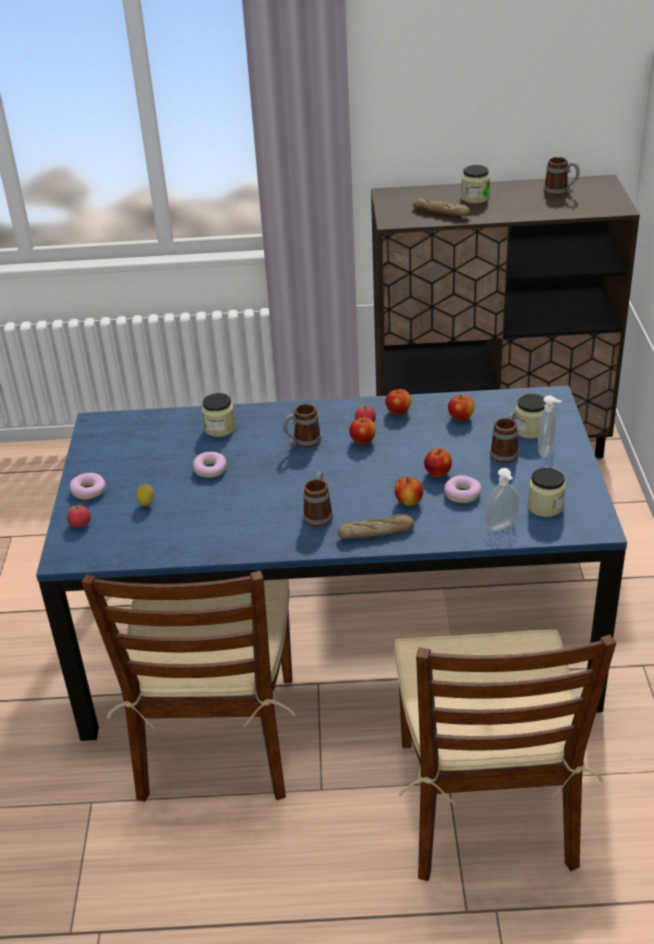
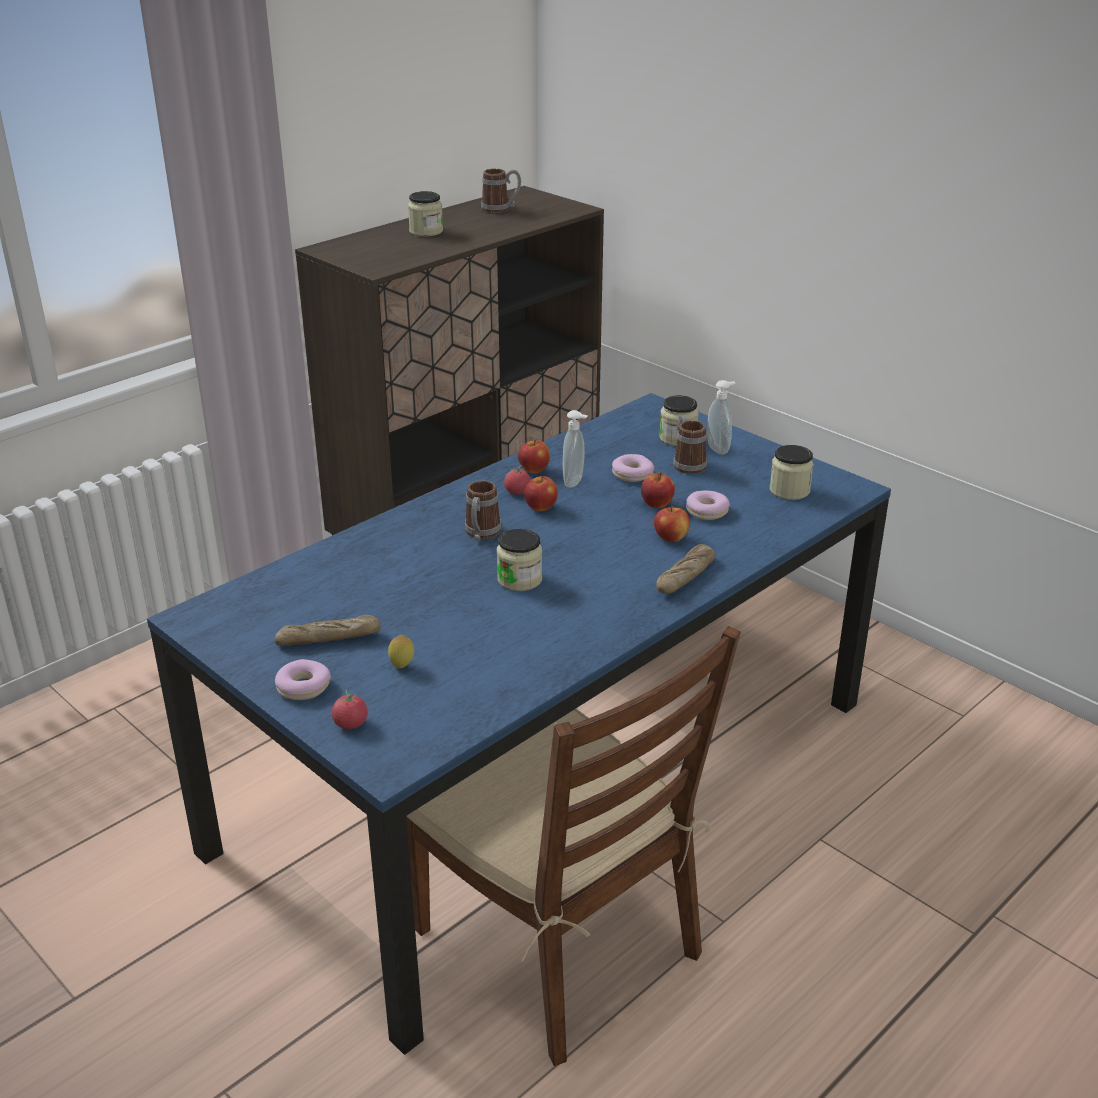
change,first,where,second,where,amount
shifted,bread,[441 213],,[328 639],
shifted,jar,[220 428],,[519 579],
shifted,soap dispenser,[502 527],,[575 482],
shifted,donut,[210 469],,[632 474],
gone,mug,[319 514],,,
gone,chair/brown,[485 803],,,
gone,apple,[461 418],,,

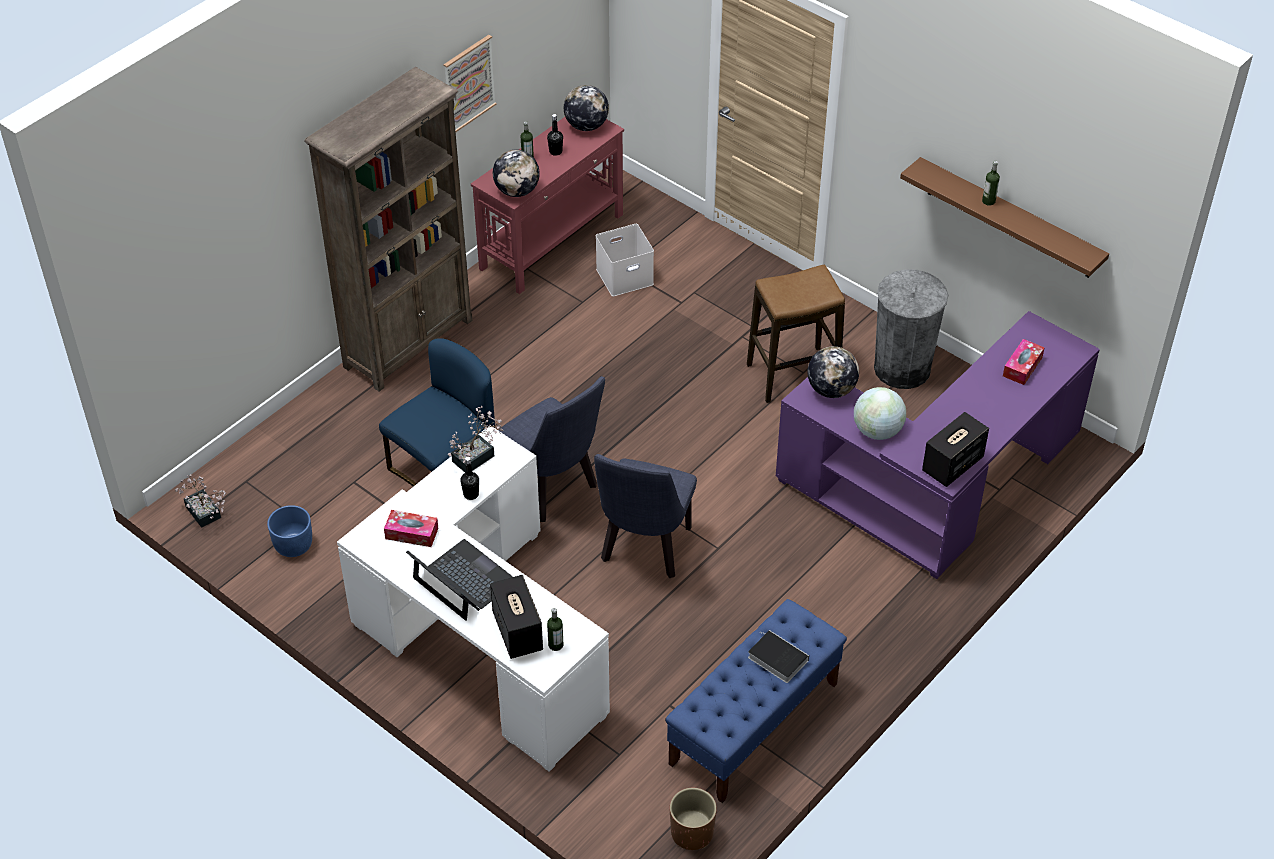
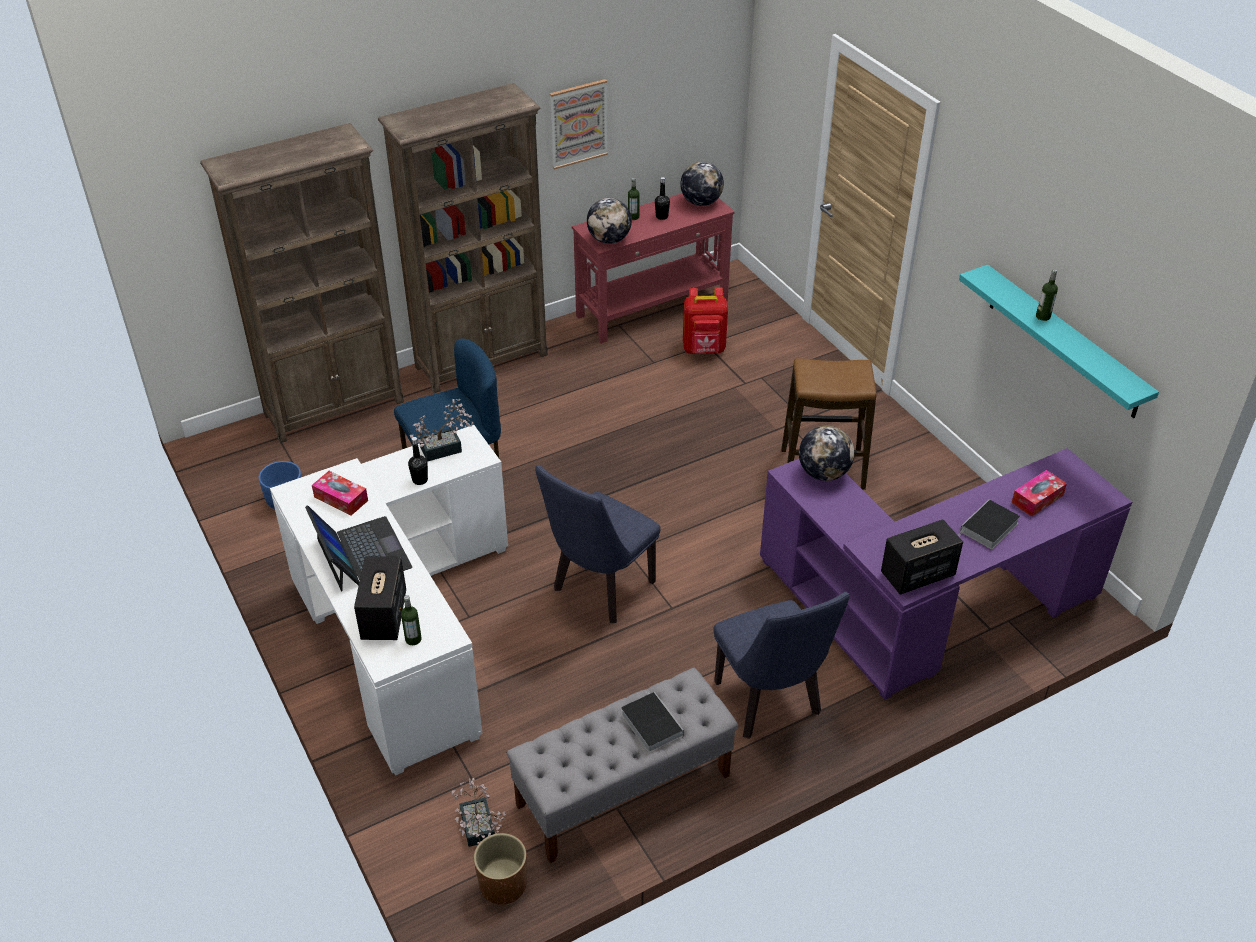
change,first,where,second,where,amount
new,,,bookcase/brown,[335 408],
shifted,potted plant,[205 515],,[478 831],
repainted,bench/blue,[753 724],bench/grey,[623 791],
swapped,storage box/white,[625 275],backpack/red,[704 349],
shifted,chair/blue,[554 490],,[771 704],
new,,,book,[988 528],
repainted,shelf/brown,[1009 219],shelf/turquoise,[1063 342],
gone,globe,[877 431],,,
gone,trash can/grey,[902 368],,,

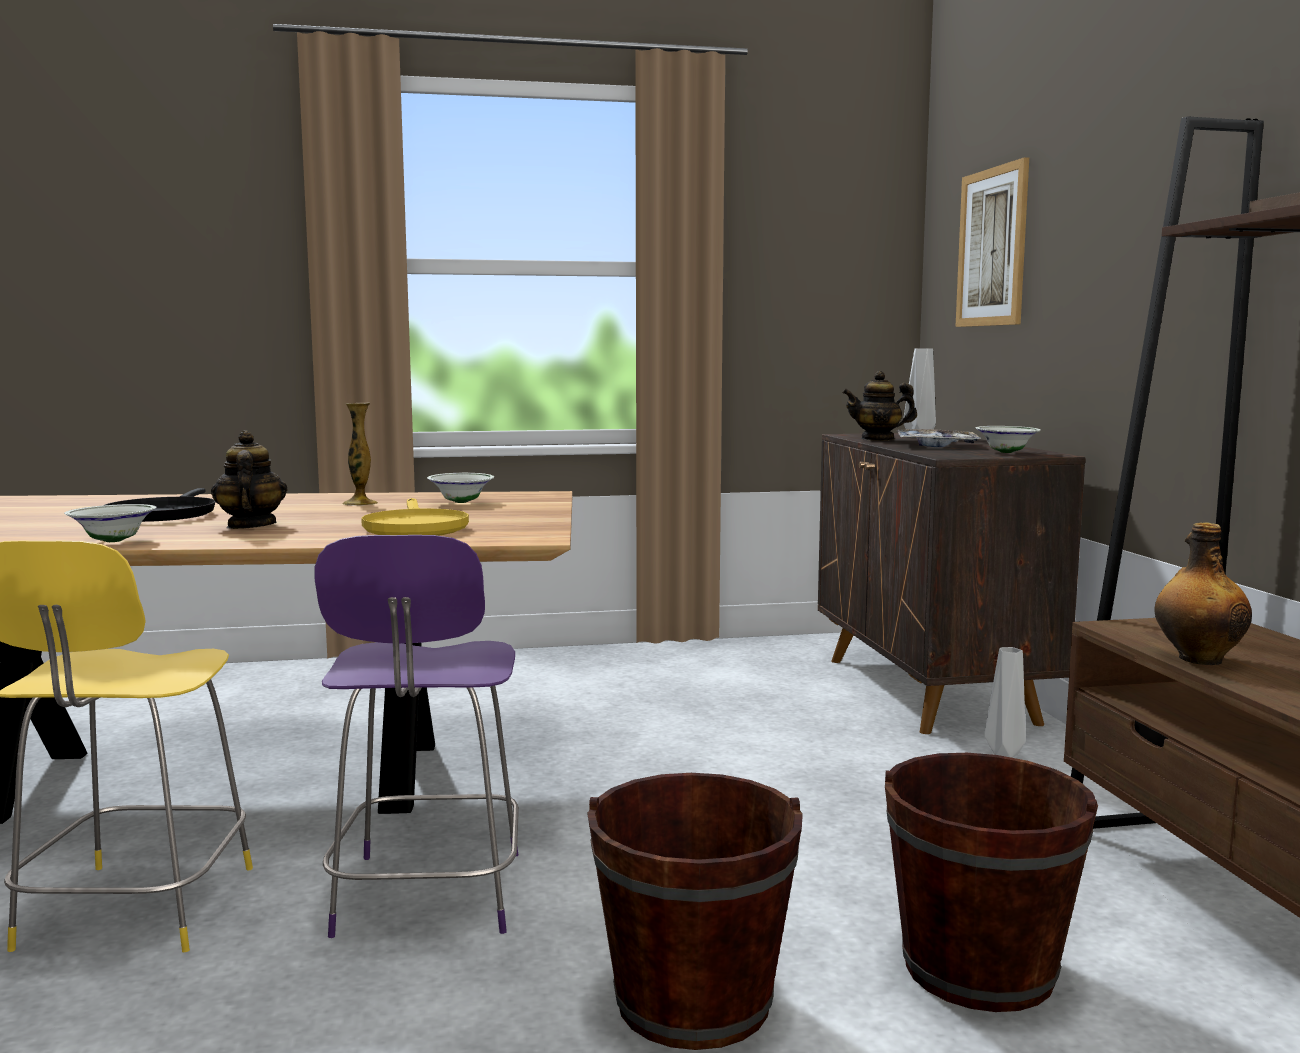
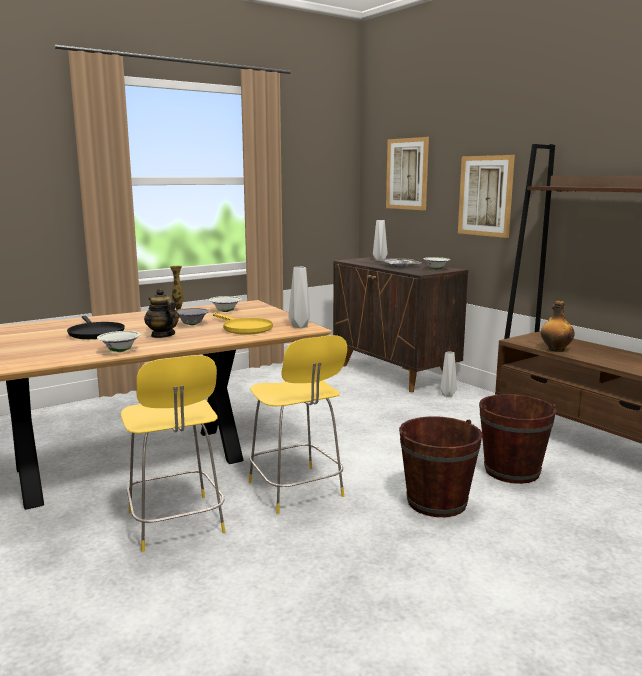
change,first,where,second,where,amount
new,,,bowl/grey,[192 324],
repainted,chair/purple,[428 897],chair/yellow,[297 491],
new,,,vase/grey,[299 326],
new,,,picture,[485 196],
gone,teapot,[878 439],,,

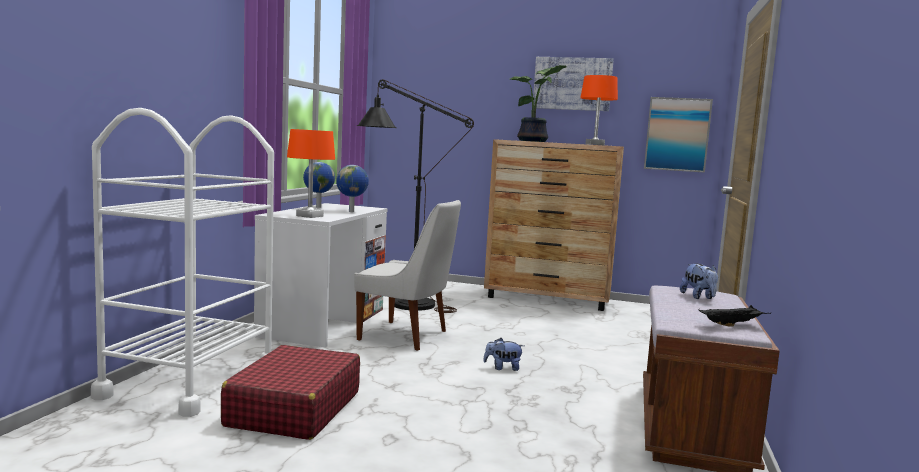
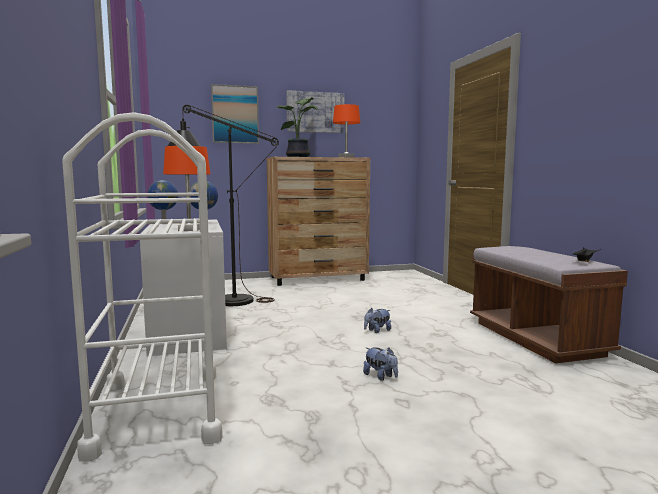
change,first,where,second,where,amount
shifted,picture,[677 134],,[235 114],
shifted,plush toy,[699 297],,[380 376],
gone,suitcase/red,[294 409],,,
gone,chair/white,[406 336],,,

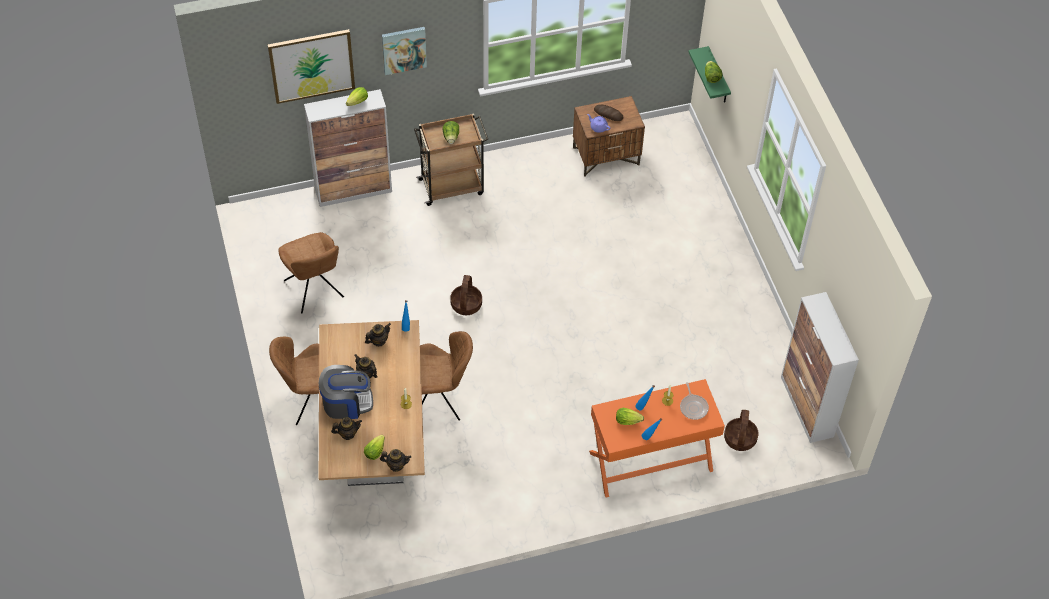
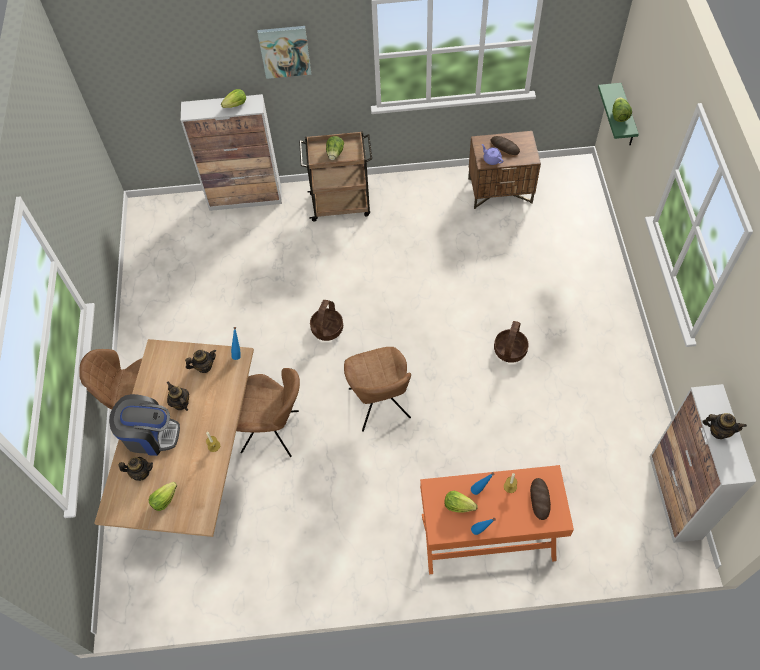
change,first,where,second,where,amount
shifted,chair/brown,[314 290],,[380 405],
shifted,basket,[739 438],,[510 349],
swapped,frying pan,[693 407],bread,[539 499],
shifted,teapot,[396 465],,[718 431],
gone,picture,[311 65],,,

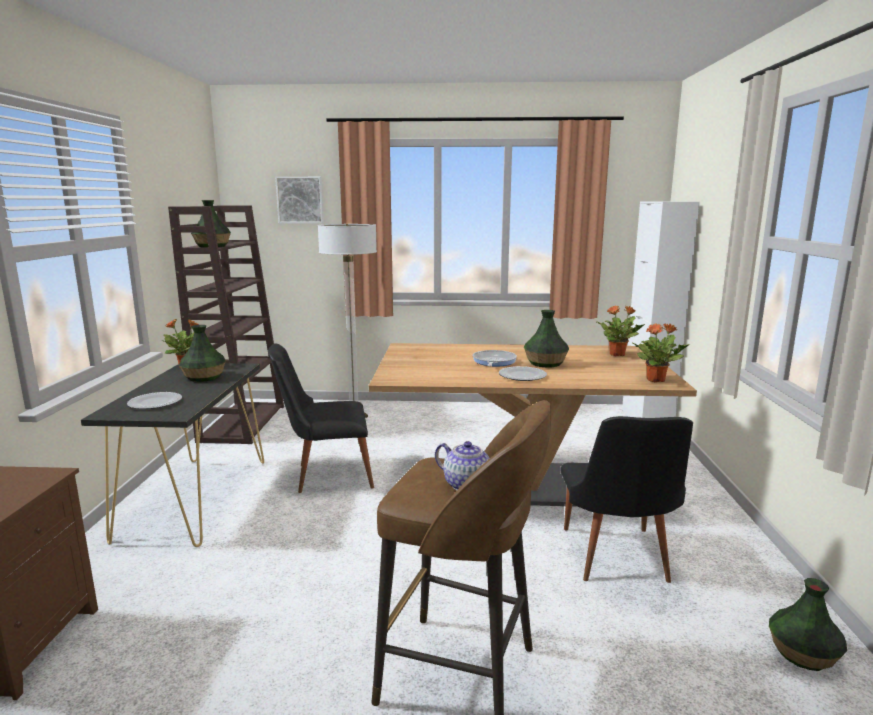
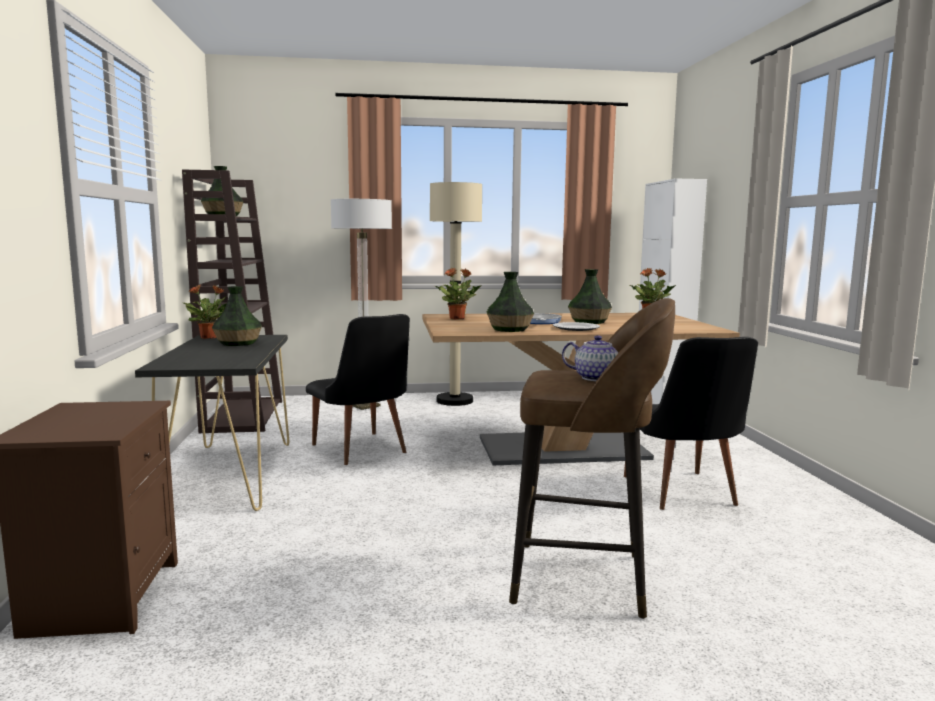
change,first,where,second,where,amount
rotated,chair/black,[326 475],,[362 451],105 degrees counterclockwise
new,,,floor lamp/beige,[454 401],
shifted,potted plant,[656 380],,[457 318],
shifted,vase,[802 654],,[509 329],
gone,plate,[154 403],,,
gone,picture,[300 200],,,

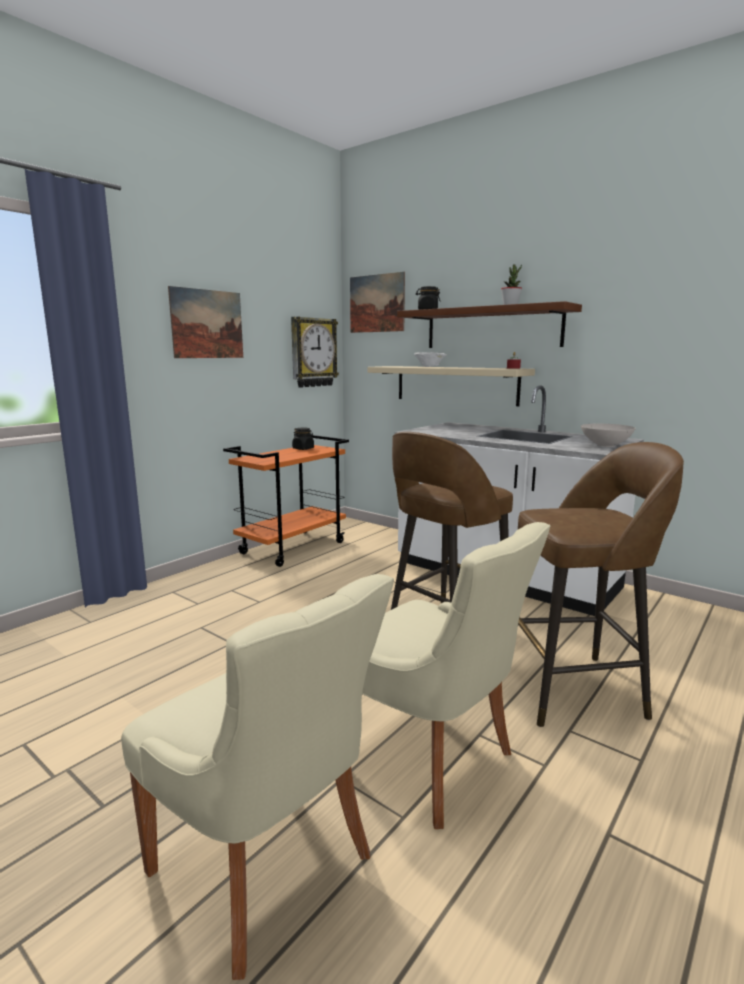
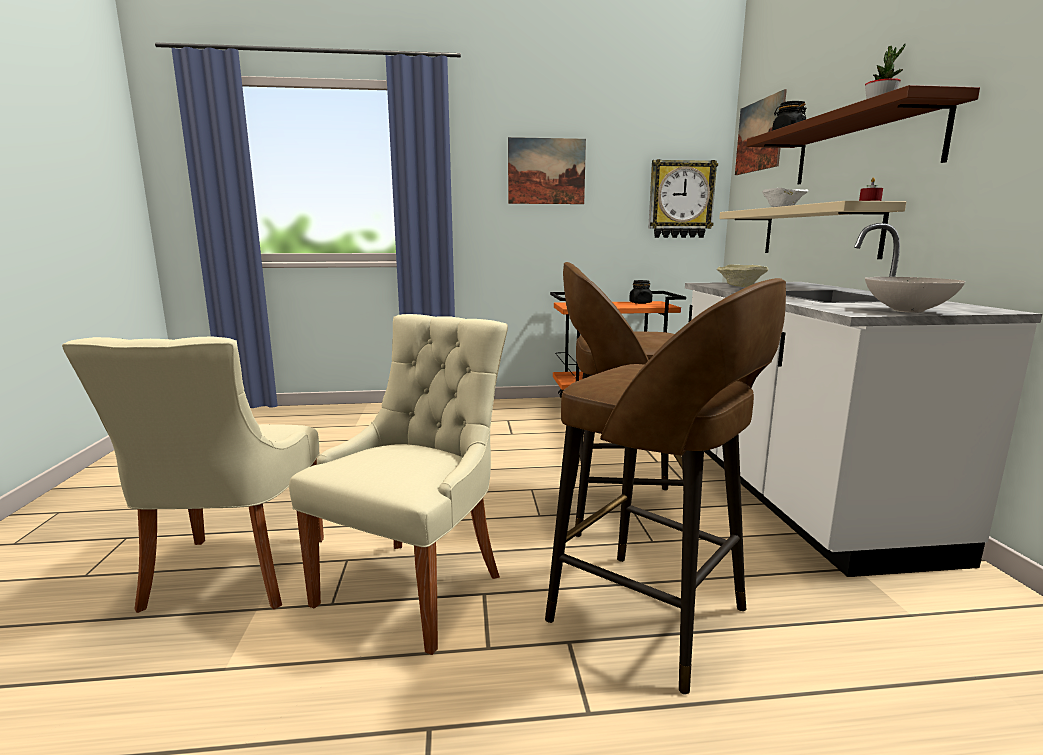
change,first,where,second,where,amount
rotated,chair/beige,[432 761],,[415 586],150 degrees counterclockwise
new,,,bowl/beige,[740 286],

